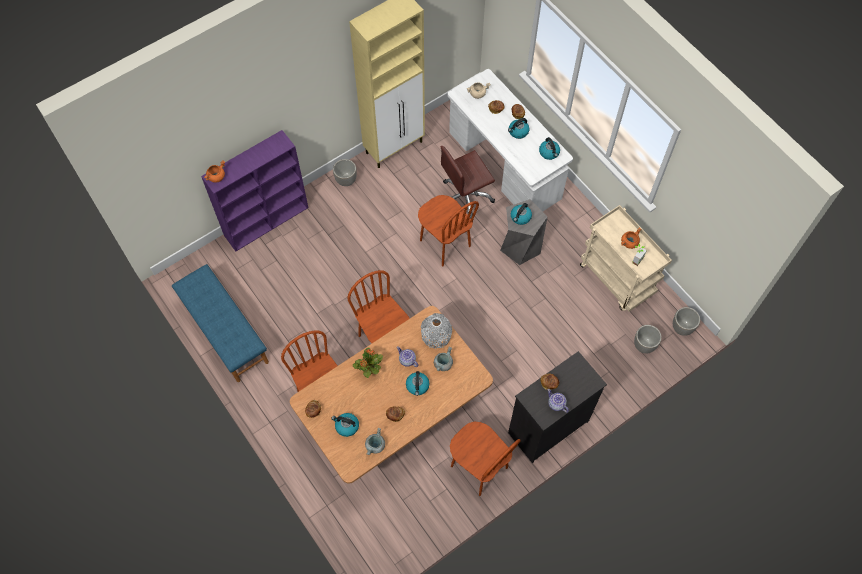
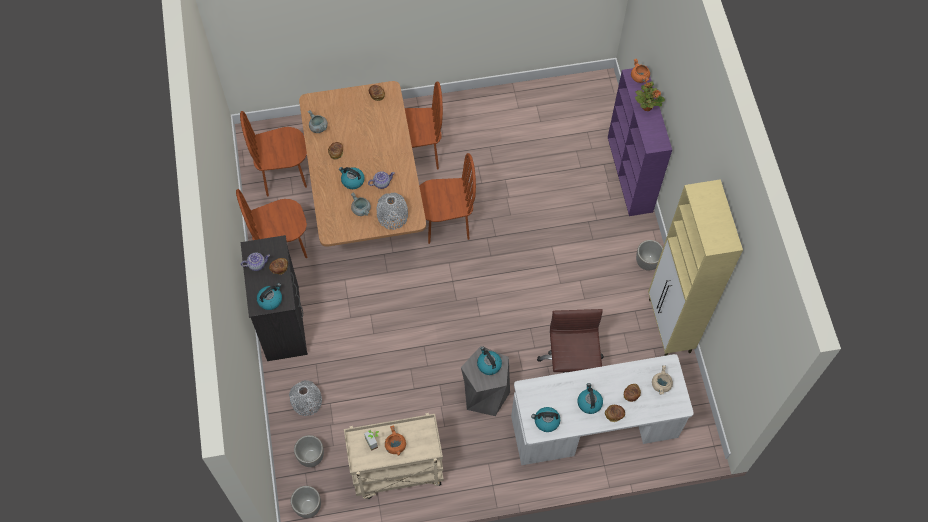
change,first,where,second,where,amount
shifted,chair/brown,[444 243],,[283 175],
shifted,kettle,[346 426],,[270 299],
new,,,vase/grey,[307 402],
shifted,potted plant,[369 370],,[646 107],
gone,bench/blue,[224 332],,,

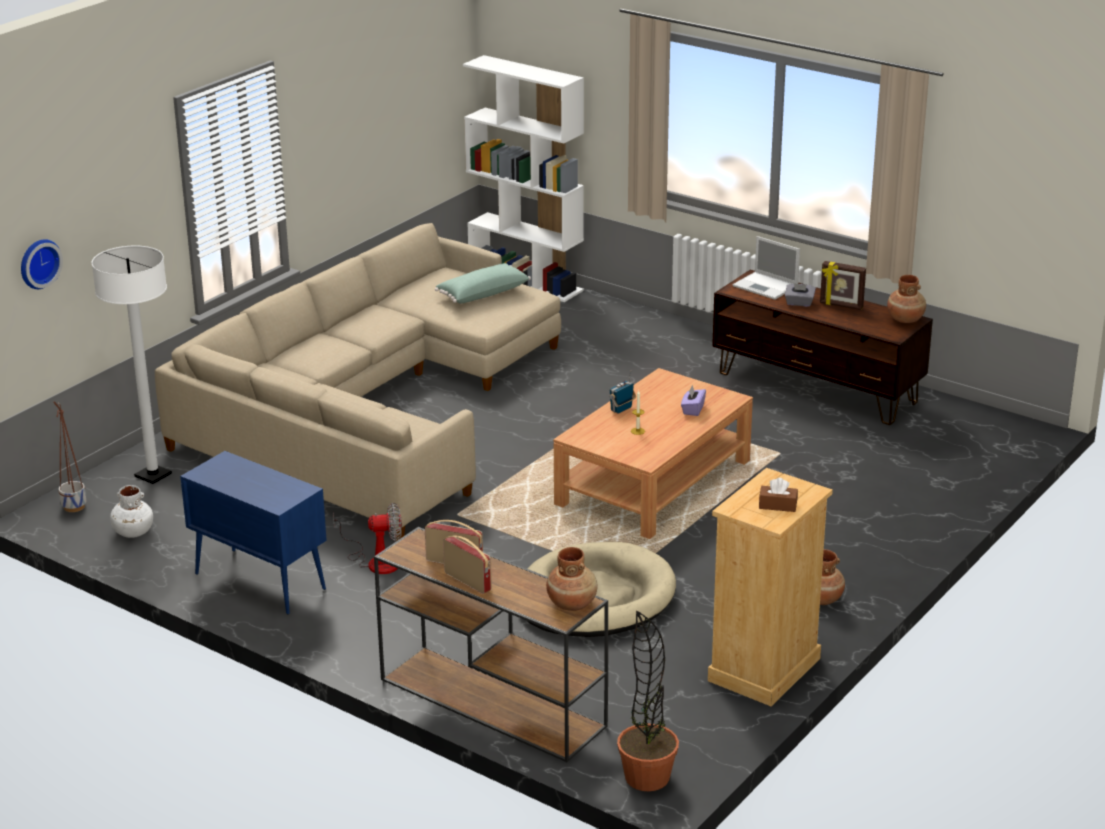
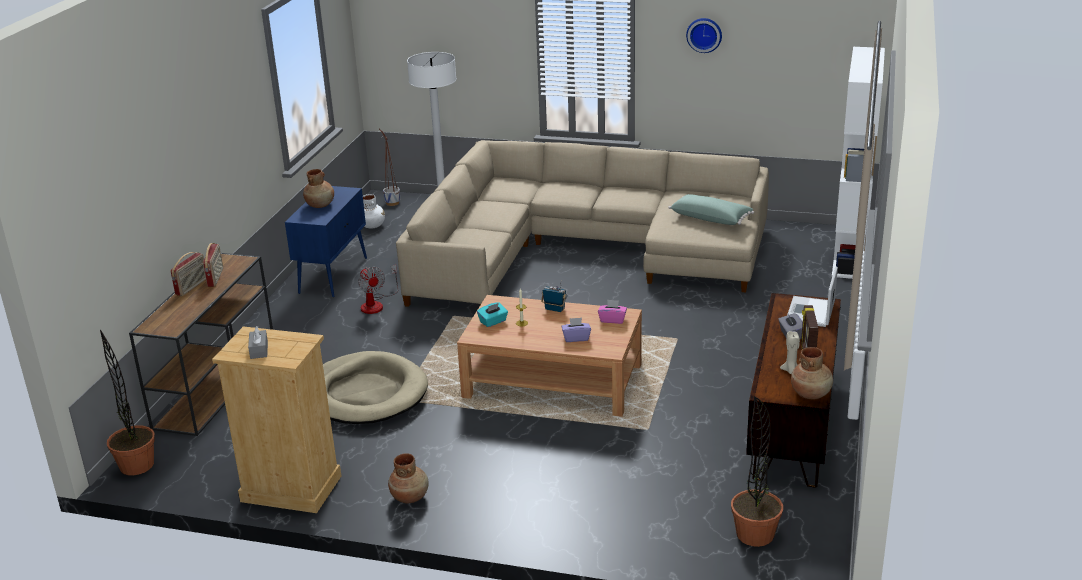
change,first,where,second,where,amount
repainted,tissue box/brown,[777 505],tissue box/grey,[259 350],
shifted,vase/brown,[572 603],,[320 205],
new,,,tissue box/turquoise,[493 322],
new,,,tissue box/pink,[612 320],
shifted,wall clock,[38 263],,[704 34],
new,,,potted plant,[755 534],
new,,,candle/beige,[790 371],

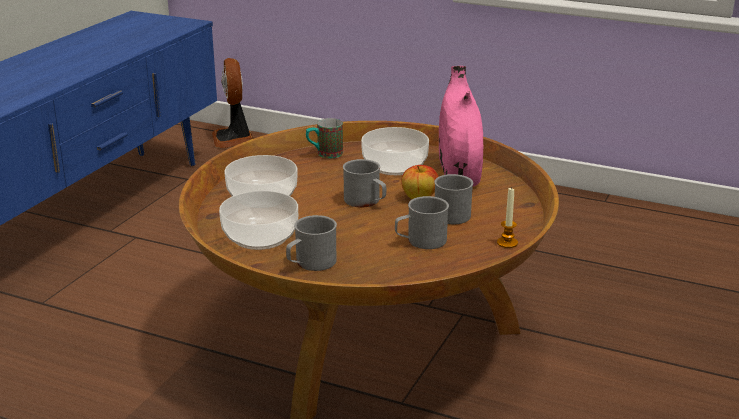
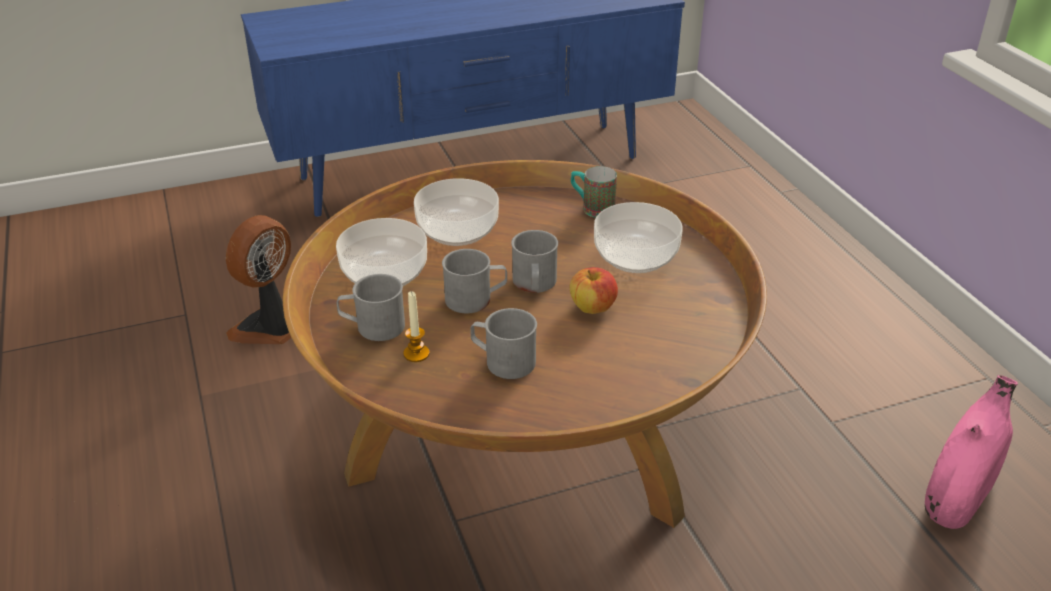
change,first,where,second,where,amount
shifted,fan,[233 139],,[270 328],
shifted,candle,[507 243],,[416 354],
shifted,mug/grey,[455 214],,[475 299],
shifted,vase/pink,[458 172],,[958 496],

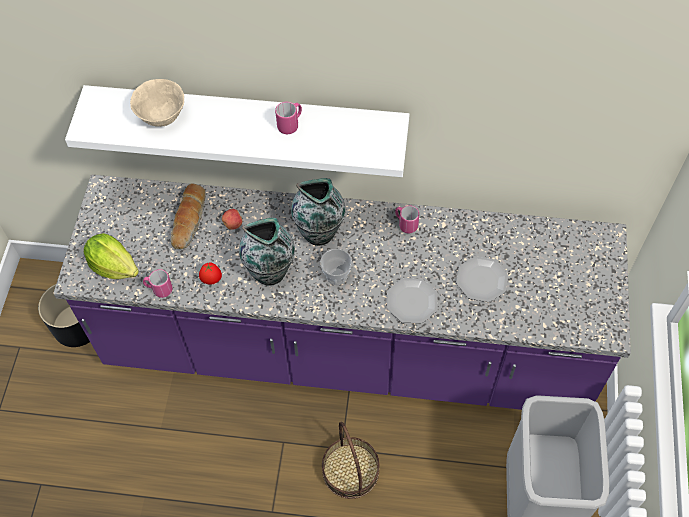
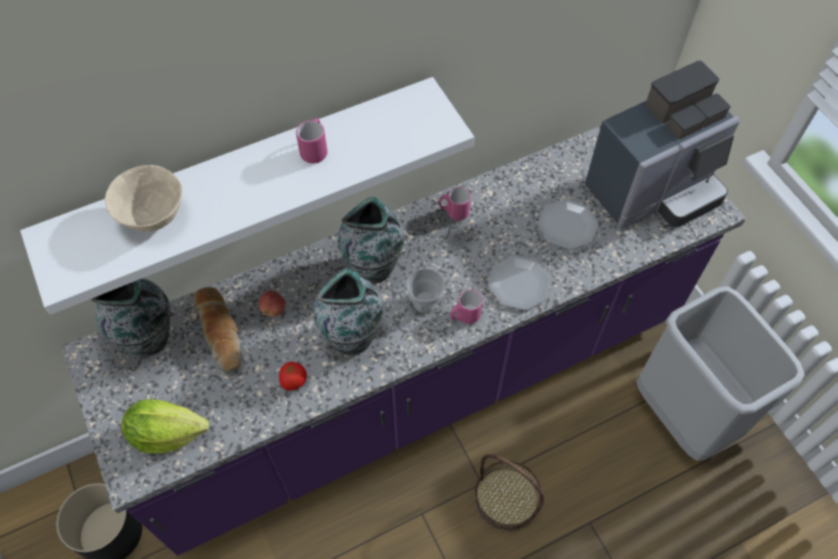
change,first,where,second,where,amount
new,,,vase,[149 337],
shifted,mug/pink,[159 289],,[464 316],
new,,,coffee machine,[654 190],

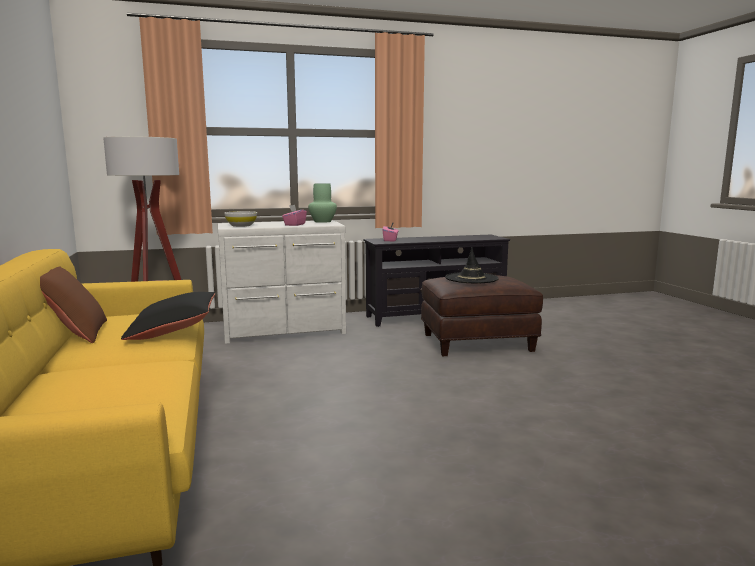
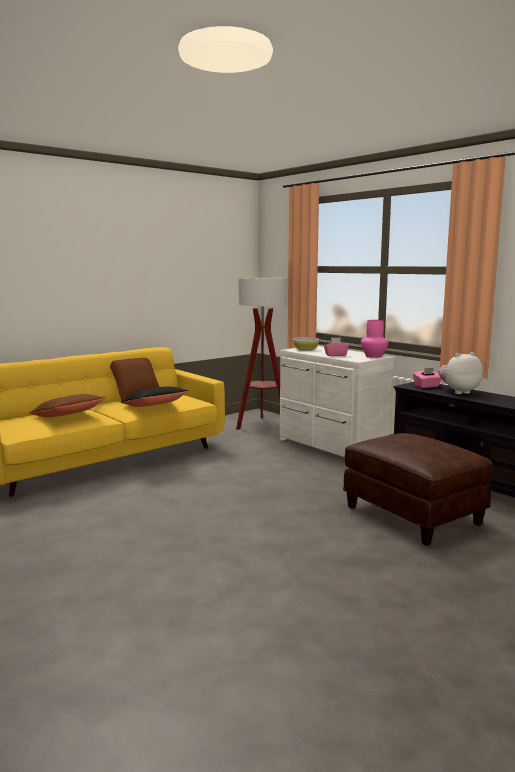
change,first,where,second,where,amount
new,,,pillow/brown,[68 416],
repainted,vase/green,[322 221],vase/pink,[373 356],
new,,,plush toy,[458 392],
gone,hat/black,[471 278],,,

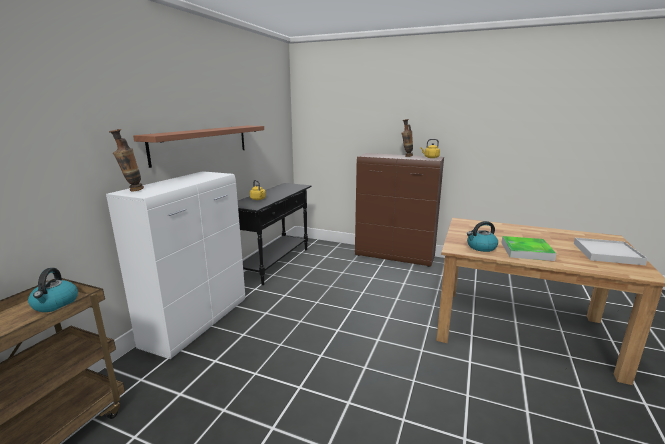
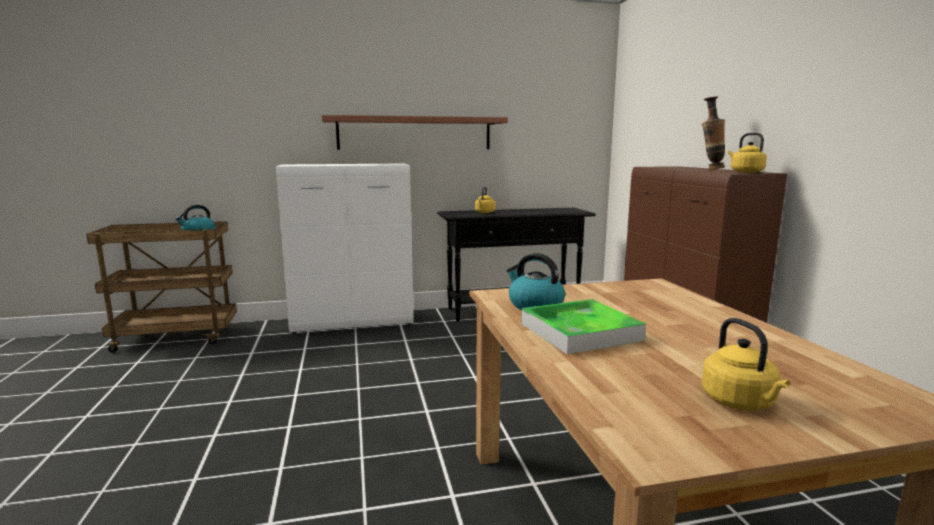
change,first,where,second,where,amount
swapped,tray/white,[607 253],kettle/yellow,[740 403],
gone,vase,[132 191],,,

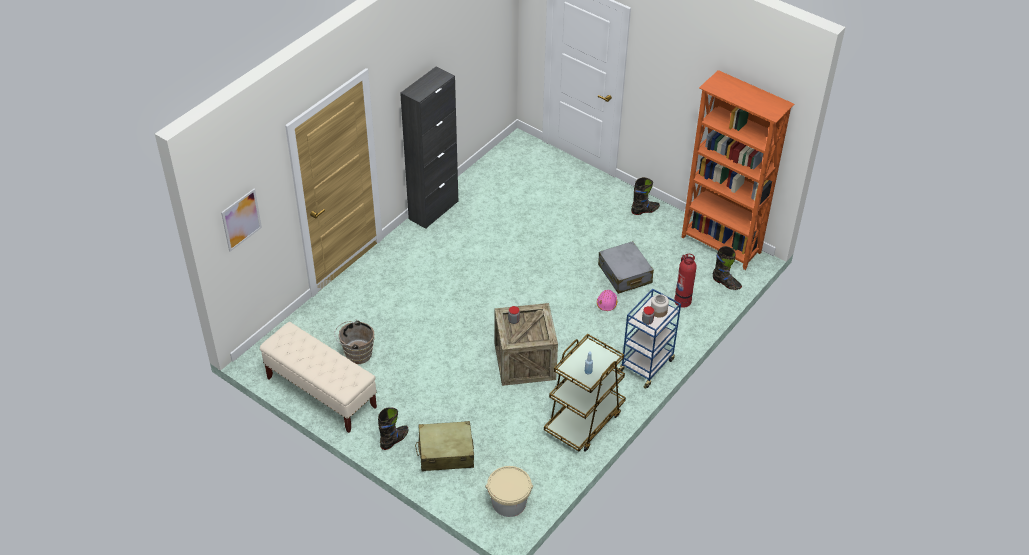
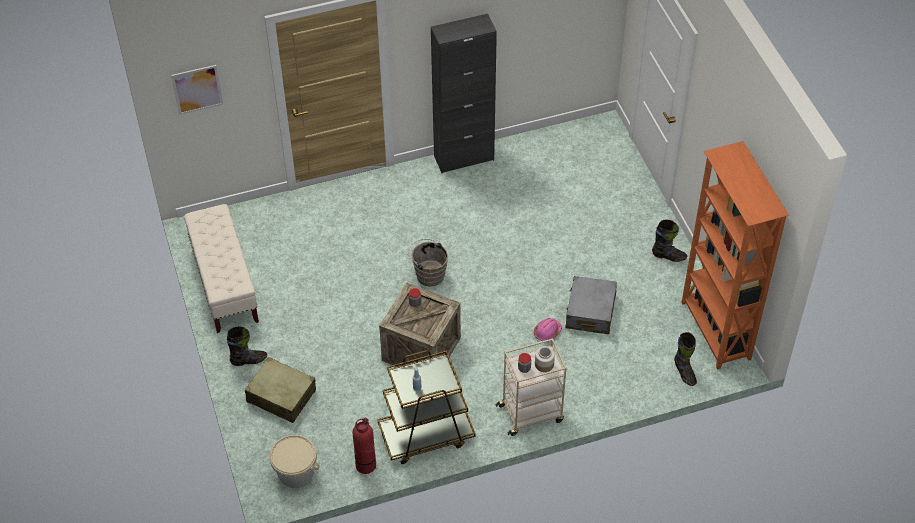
change,first,where,second,where,amount
shifted,fire extinguisher,[682 300],,[366 464],
shifted,bucket/brown,[356 353],,[428 274],
repainted,cart/blue,[646 365],cart/beige,[531 413],

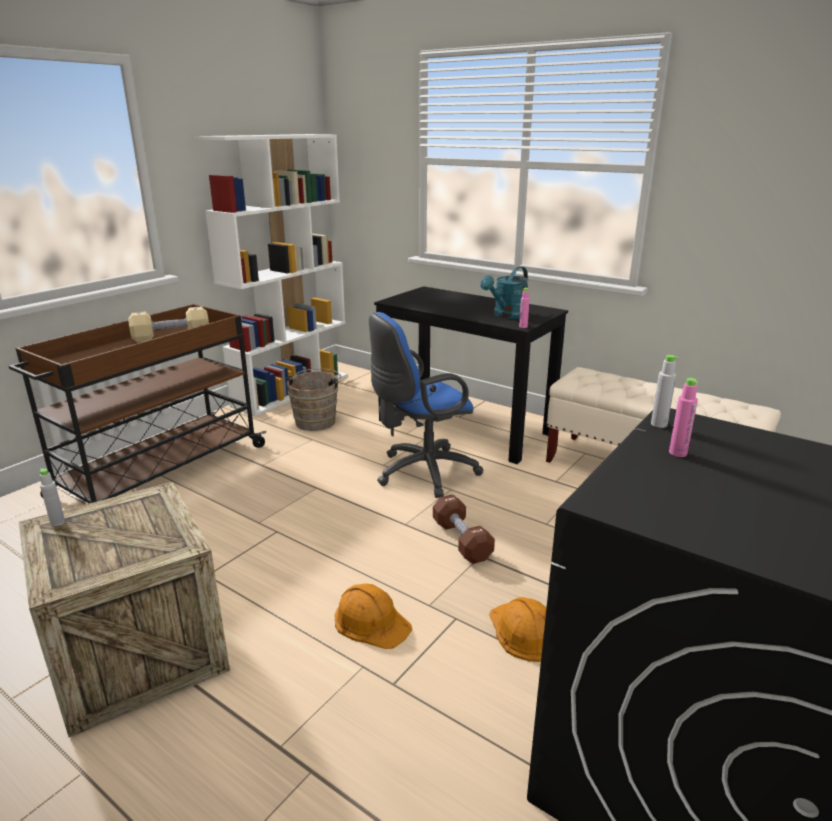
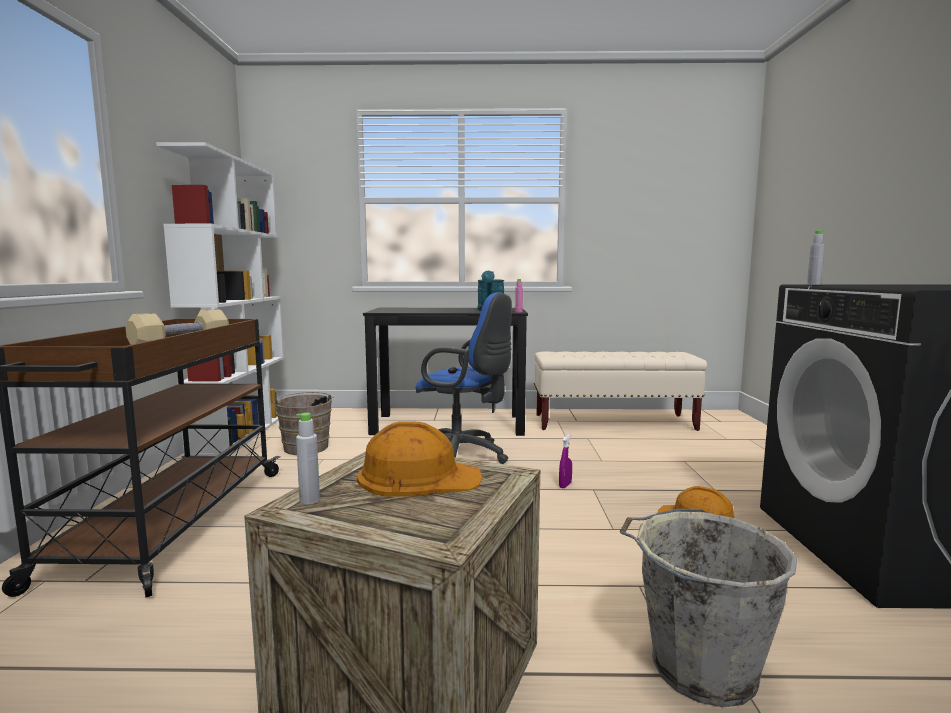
change,first,where,second,where,amount
shifted,hard hat/orange,[371 621],,[418 477],
rotated,office chair/blue,[421 473],,[463 456],90 degrees counterclockwise
swapped,dumbbell/brown,[461 540],spray bottle/purple,[565 485],
new,,,bucket/grey,[698 667],
gone,bottle/pink,[678 453],,,

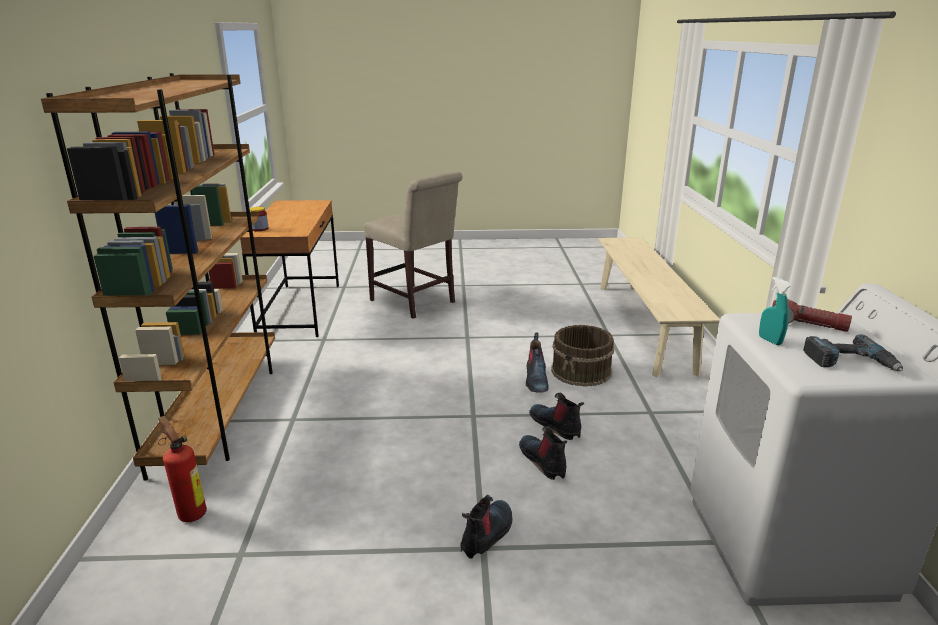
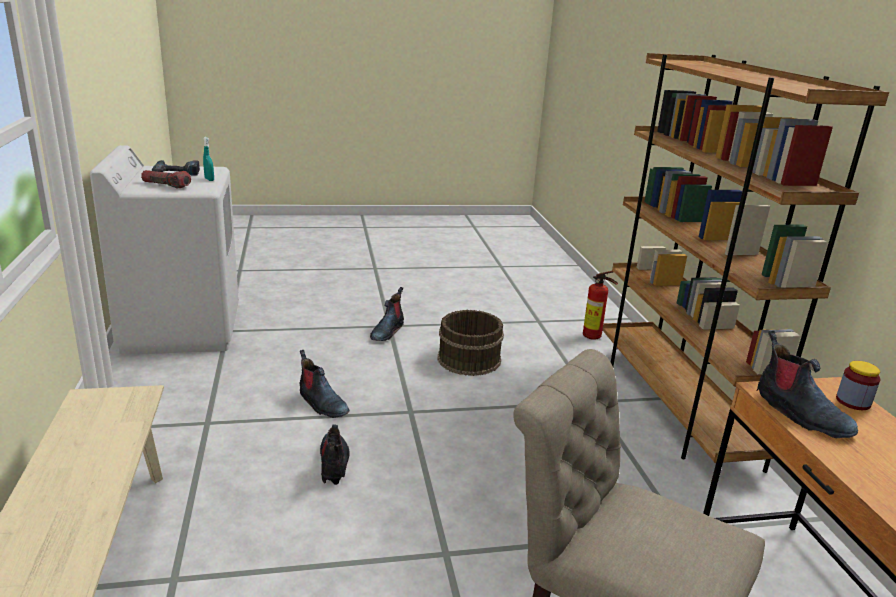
change,first,where,second,where,amount
shifted,bucket/brown,[581 371],,[468 359],
shifted,boot,[543 461],,[799 414],

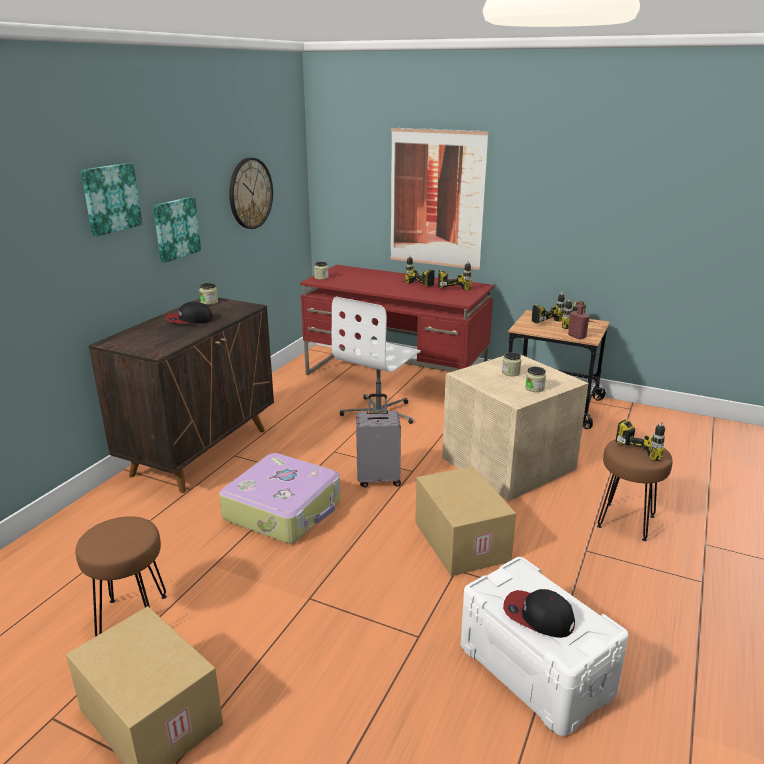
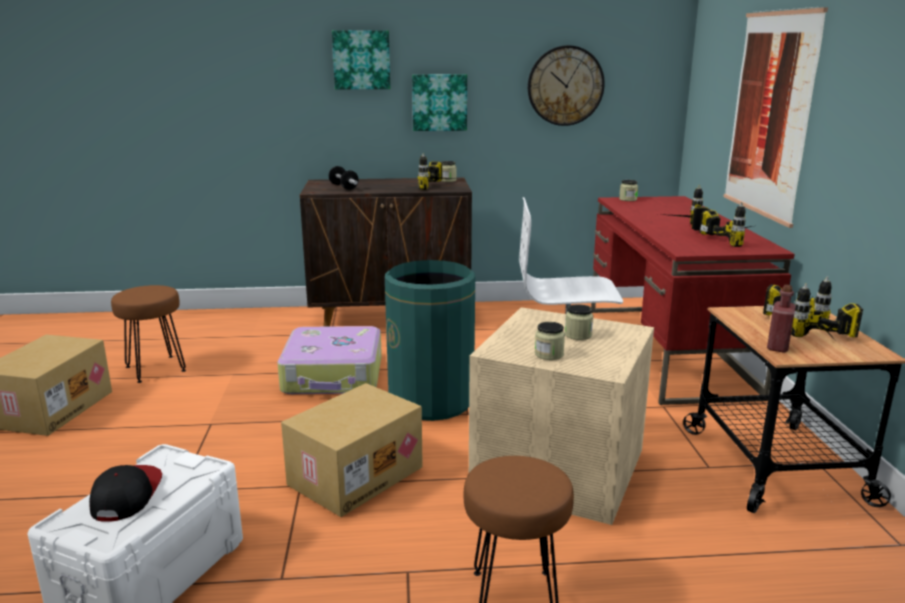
change,first,where,second,where,amount
new,,,dumbbell,[343 187],
swapped,suitcase/grey,[378 479],trash can/green,[431 401],
shifted,power drill,[647 447],,[442 187],
gone,cap,[189 320],,,

